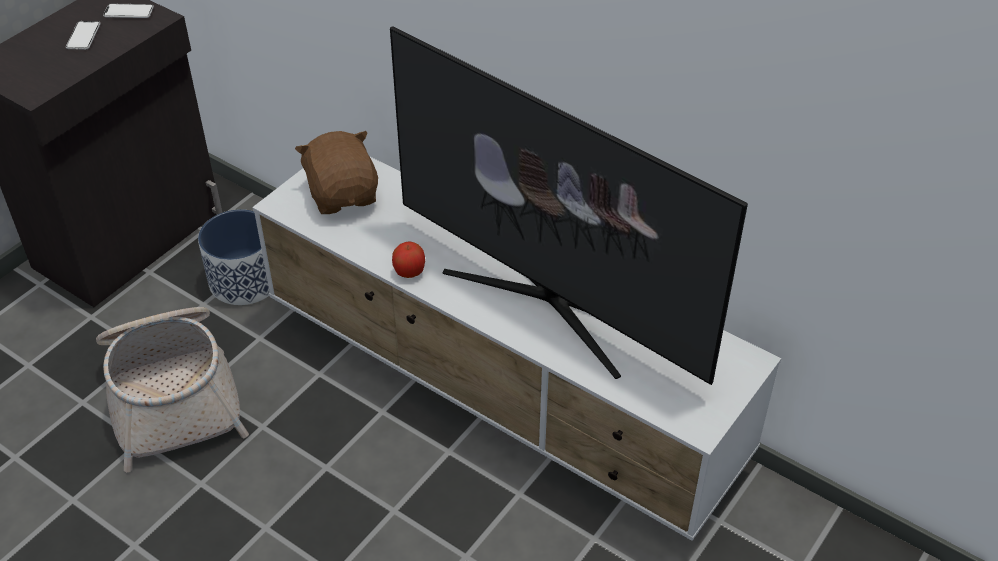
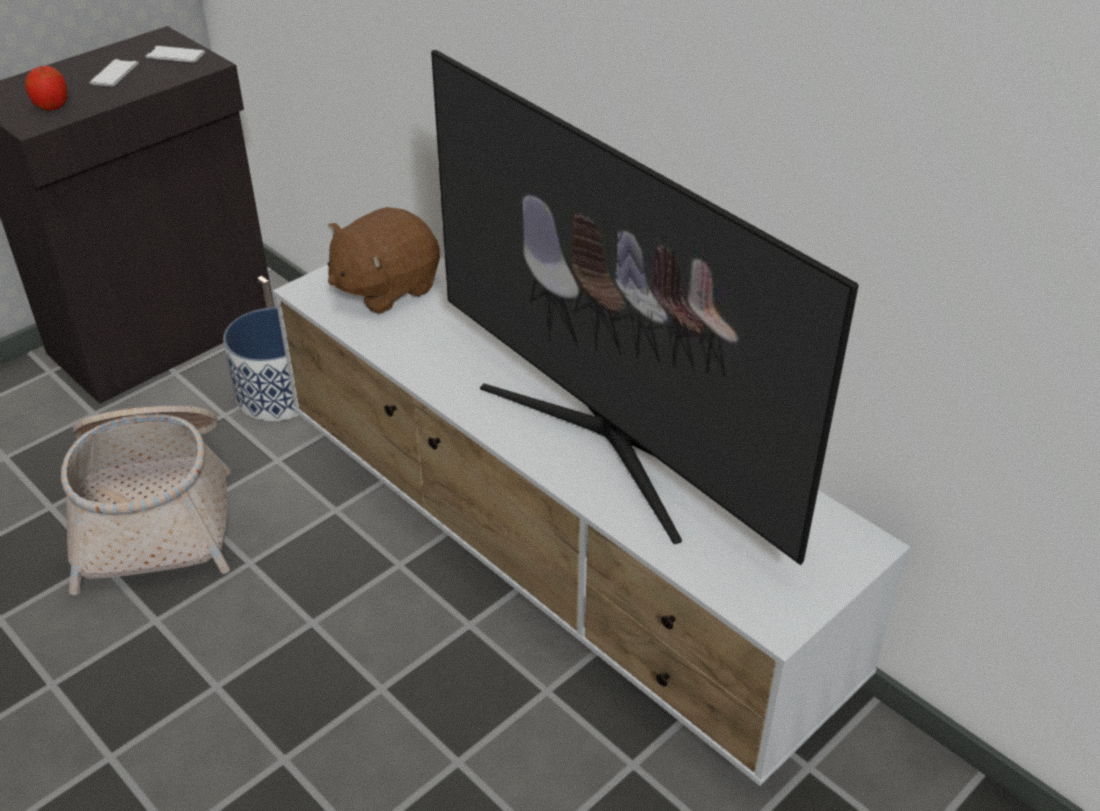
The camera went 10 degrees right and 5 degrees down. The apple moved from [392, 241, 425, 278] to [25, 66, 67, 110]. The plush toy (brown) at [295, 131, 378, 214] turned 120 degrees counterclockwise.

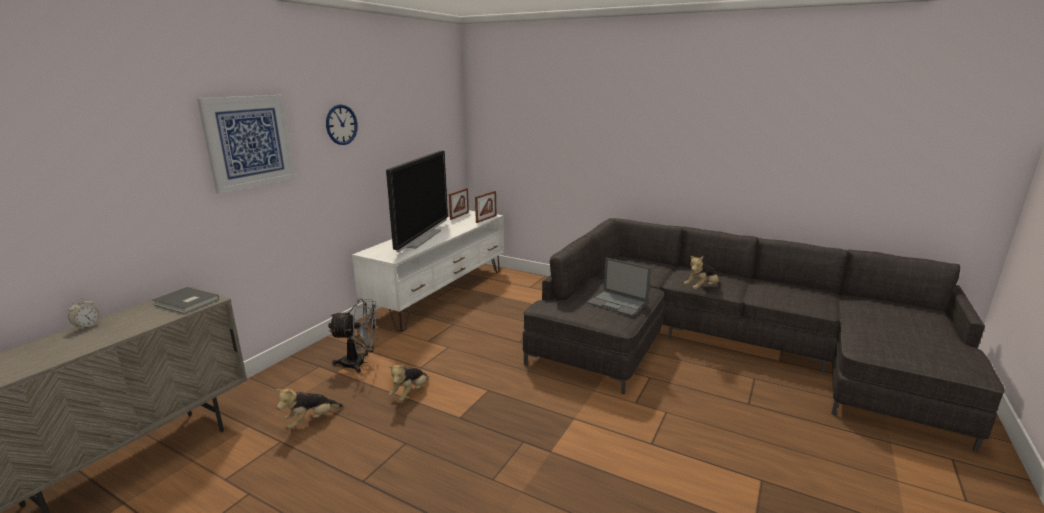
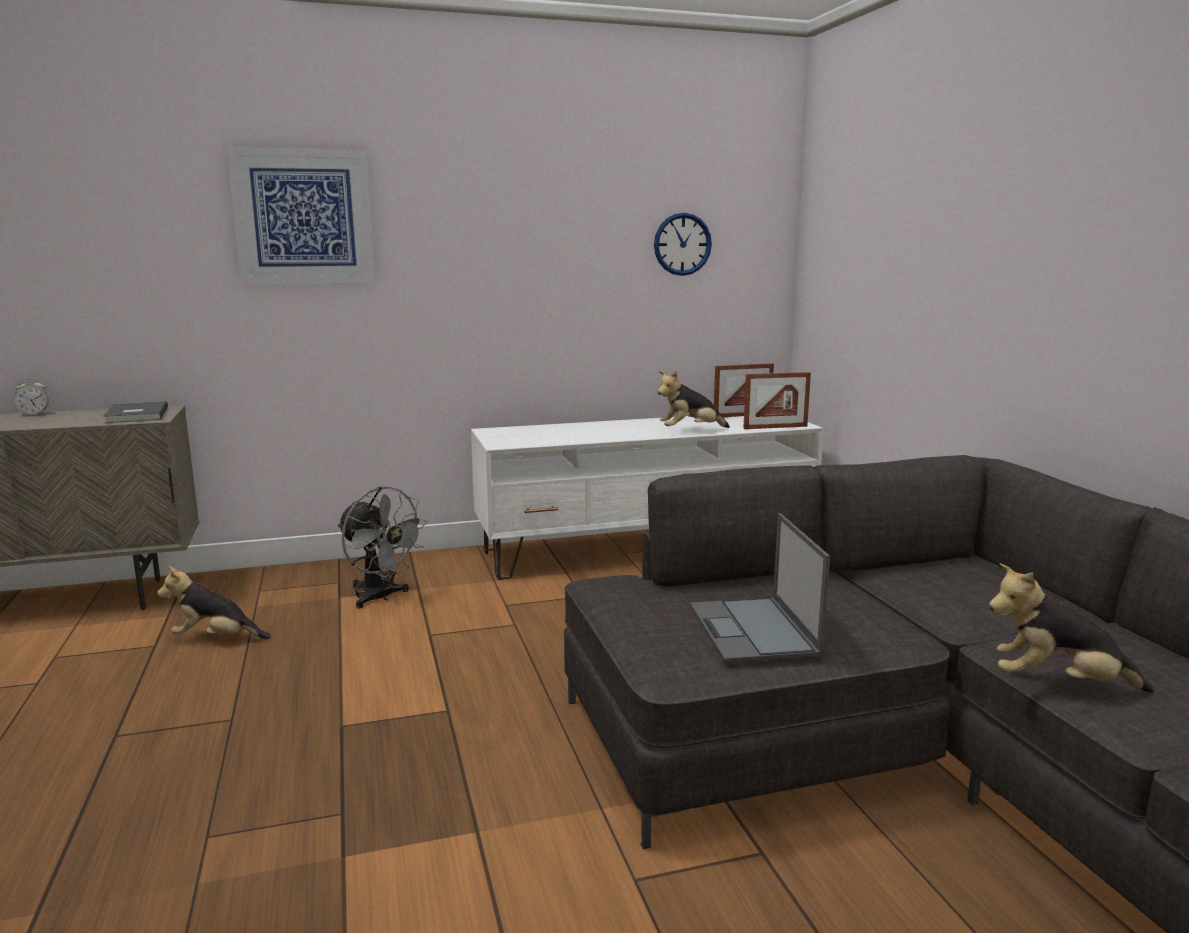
The camera went 45 degrees right and 5 degrees down. The television at [386, 151, 448, 252] disappeared. The wall clock moved from [326, 104, 358, 145] to [654, 213, 712, 276]. The plush toy moved from [388, 364, 429, 401] to [658, 371, 730, 428].

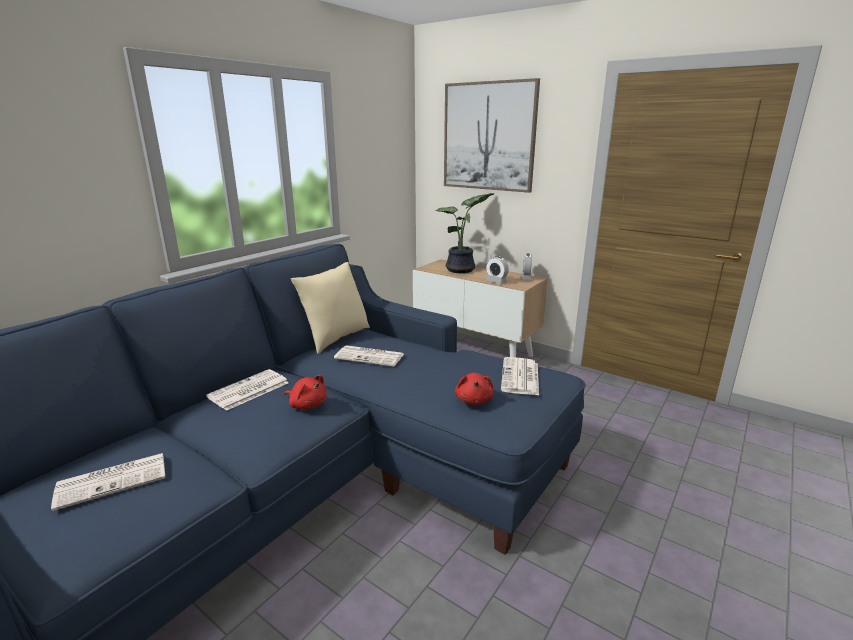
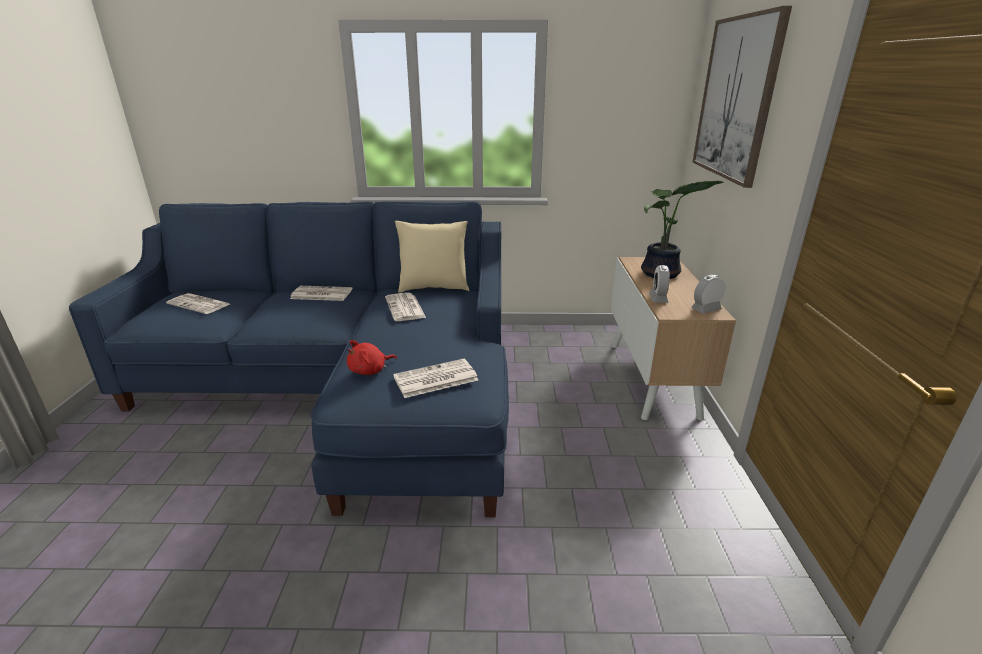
The camera went 55 degrees right and 5 degrees up. The plush toy (red) at [285, 375, 327, 409] disappeared.

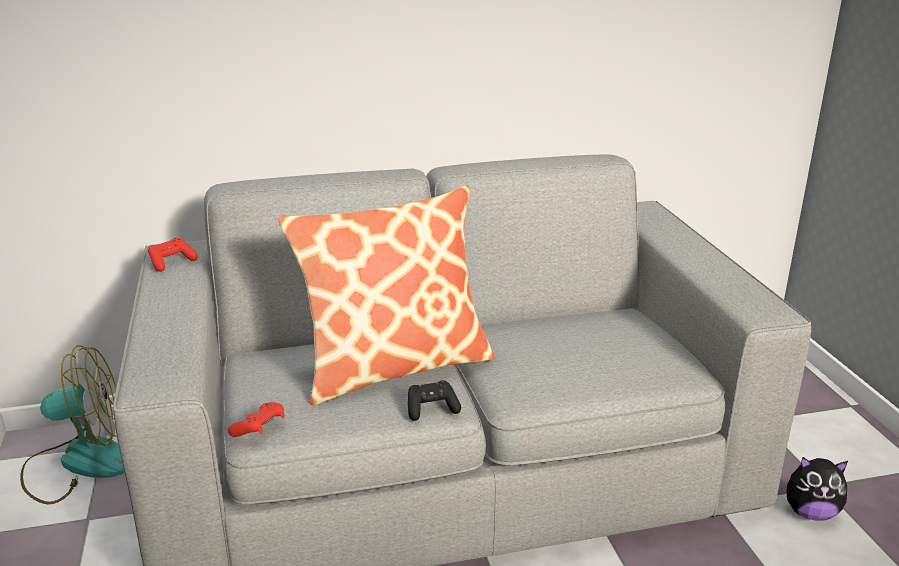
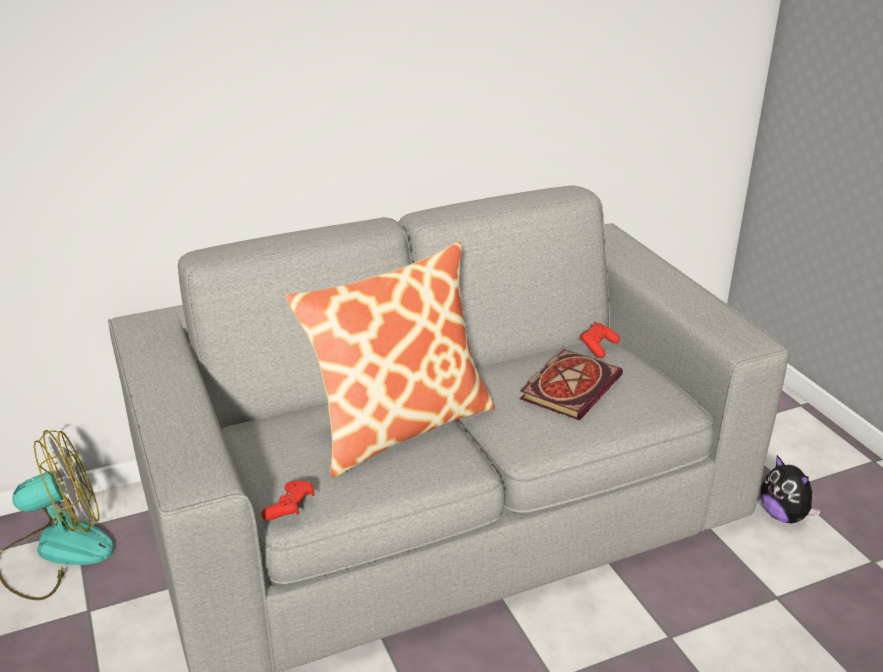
The camera went 10 degrees left and 5 degrees up. The game controller (black) at [408, 380, 461, 421] disappeared. The book at [520, 349, 623, 420] appeared. The game controller (red) moved from [148, 238, 198, 272] to [580, 323, 620, 358]. The plush toy at [787, 457, 848, 521] turned 60 degrees clockwise.

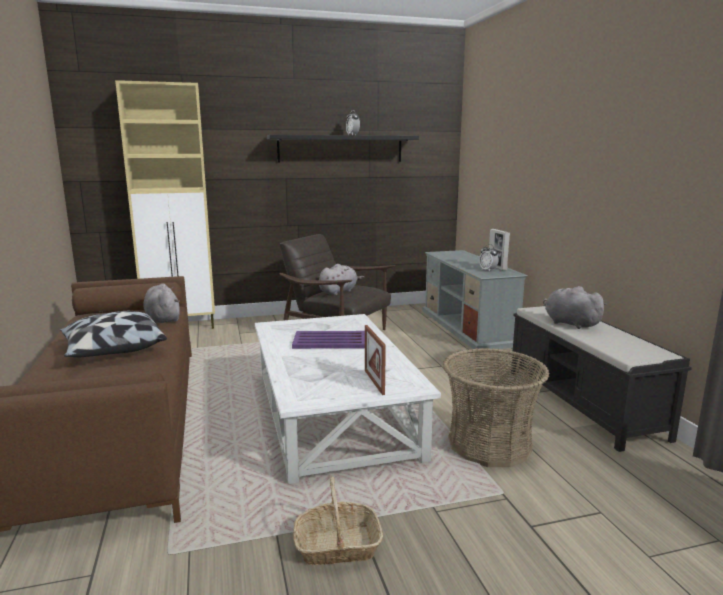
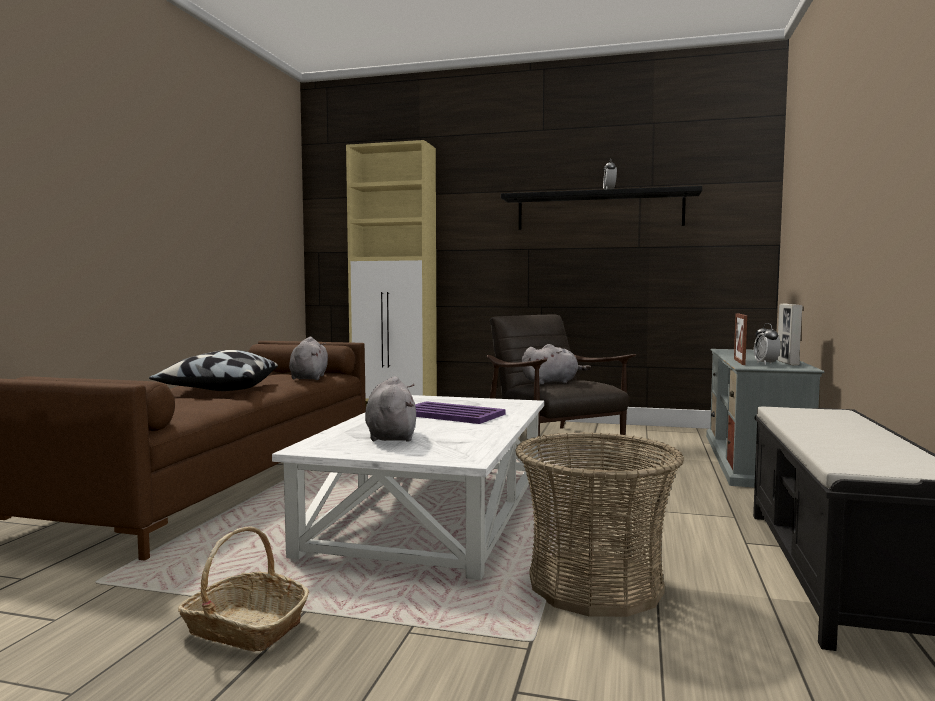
The camera went 30 degrees right and 10 degrees down. The picture frame moved from [365, 325, 386, 395] to [734, 313, 747, 365]. The plush toy (grey) moved from [543, 286, 608, 329] to [365, 376, 416, 442].

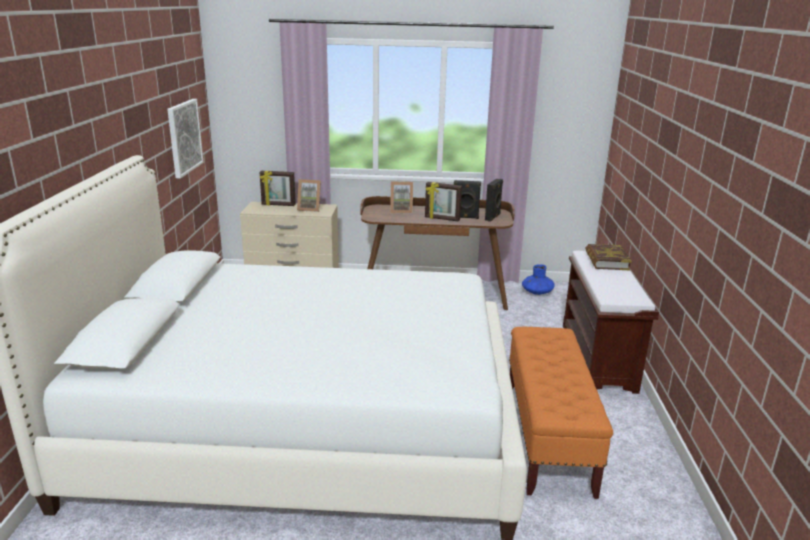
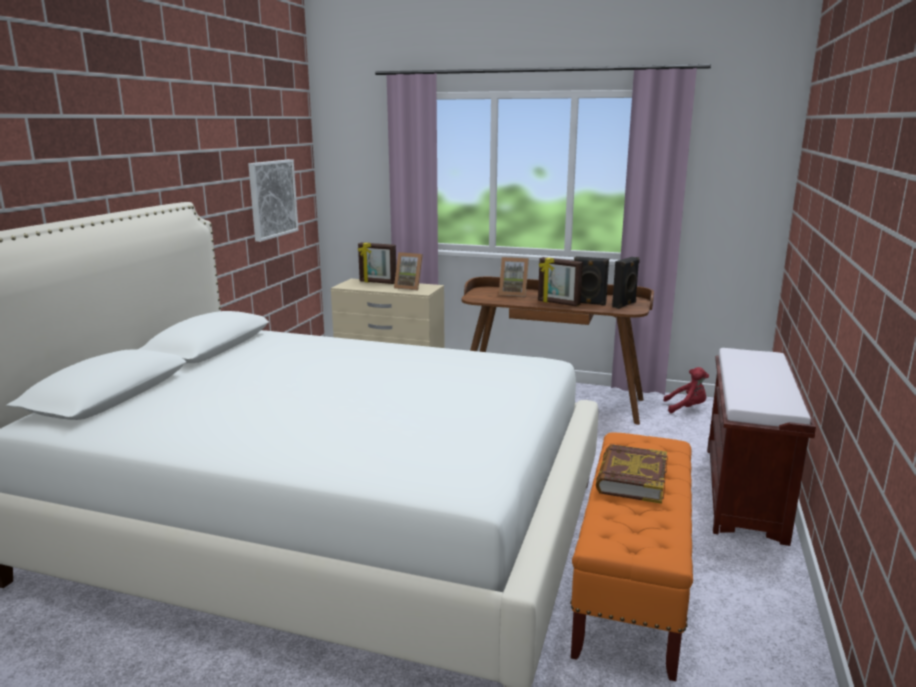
The camera went 15 degrees right and 5 degrees down. The book moved from [585, 244, 632, 270] to [596, 444, 668, 504]. The vase (blue) at [522, 264, 555, 295] was replaced by the plush toy (red) at [663, 367, 709, 413].

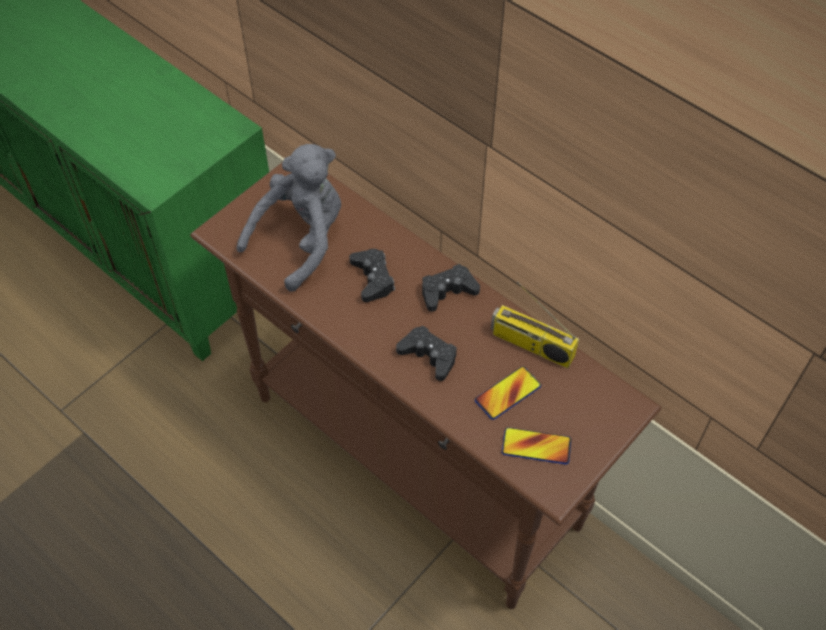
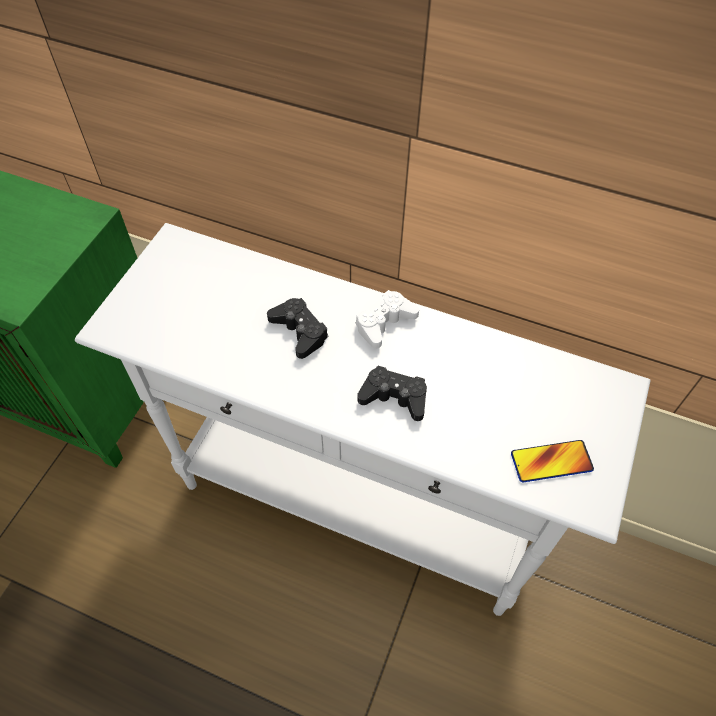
The camera went 20 degrees left and 0 degrees up. The plush toy (grey) at [237, 144, 341, 292] disappeared. The phone at [475, 366, 541, 420] disappeared. The radio at [491, 282, 579, 368] disappeared. The console table (brown) at [190, 163, 661, 609] became the console table (white) at [75, 223, 650, 616]. The game controller (black) at [422, 264, 480, 312] became the game controller (white) at [356, 290, 419, 349].

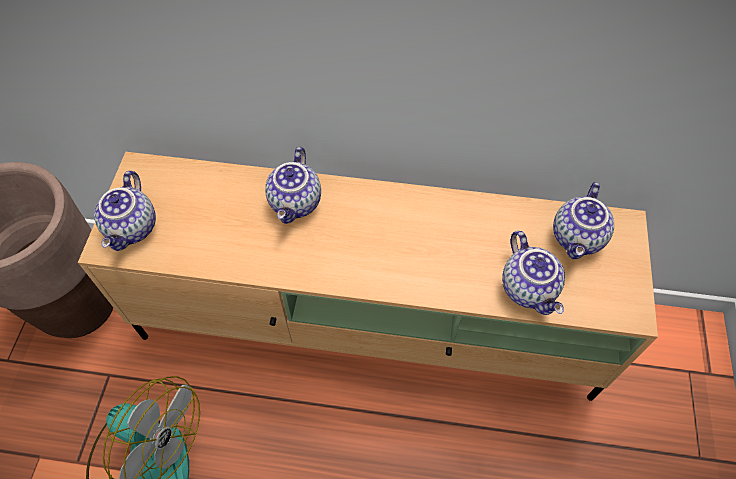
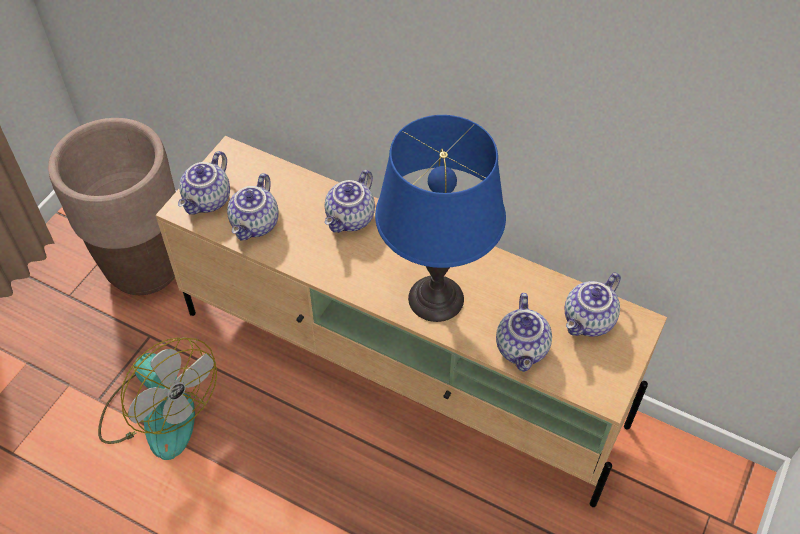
The camera went 20 degrees right and 5 degrees down. The teapot at [227, 173, 278, 241] appeared. The table lamp (blue) at [375, 115, 506, 322] appeared.

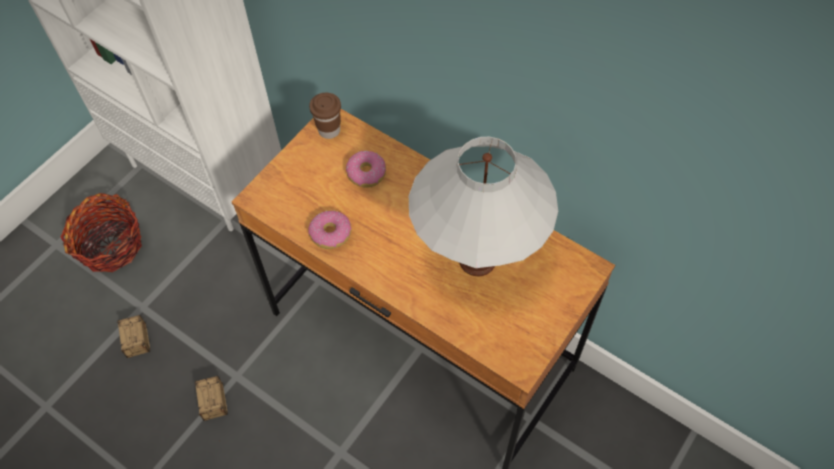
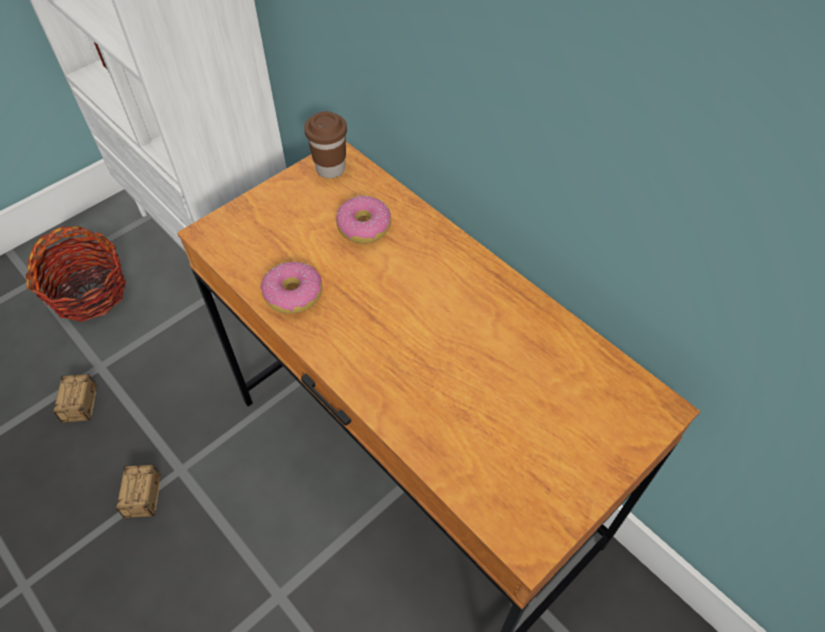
The camera went 10 degrees right and 5 degrees down. The table lamp (white) at [409, 137, 558, 276] disappeared.

